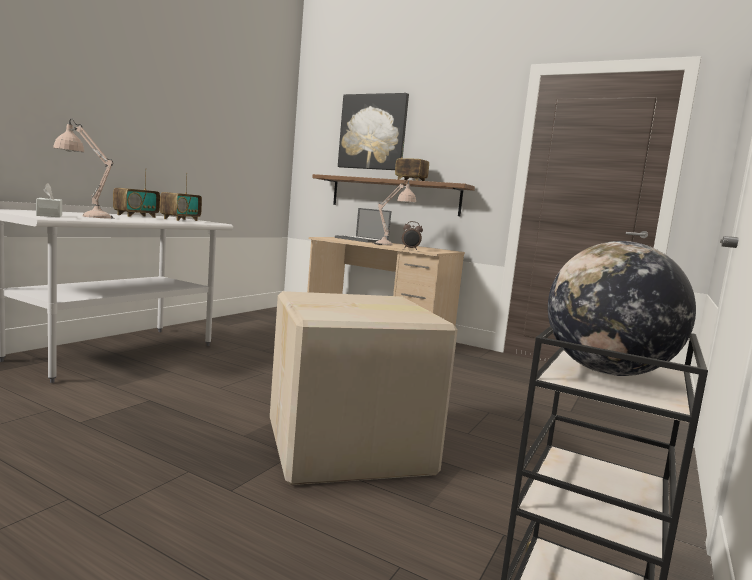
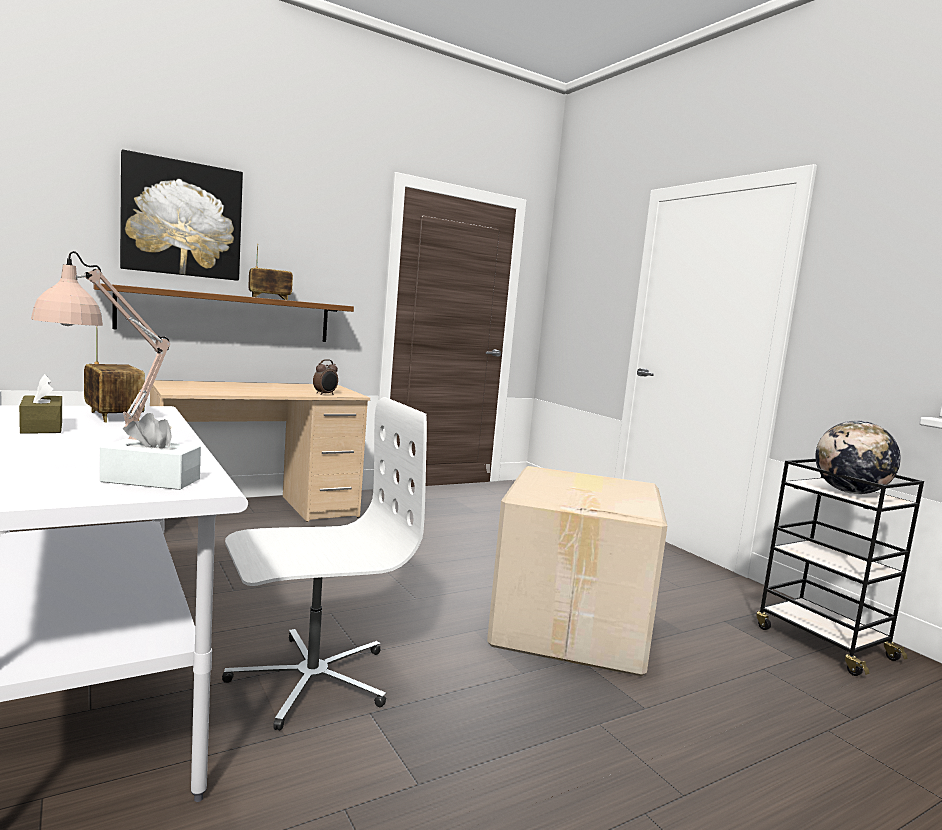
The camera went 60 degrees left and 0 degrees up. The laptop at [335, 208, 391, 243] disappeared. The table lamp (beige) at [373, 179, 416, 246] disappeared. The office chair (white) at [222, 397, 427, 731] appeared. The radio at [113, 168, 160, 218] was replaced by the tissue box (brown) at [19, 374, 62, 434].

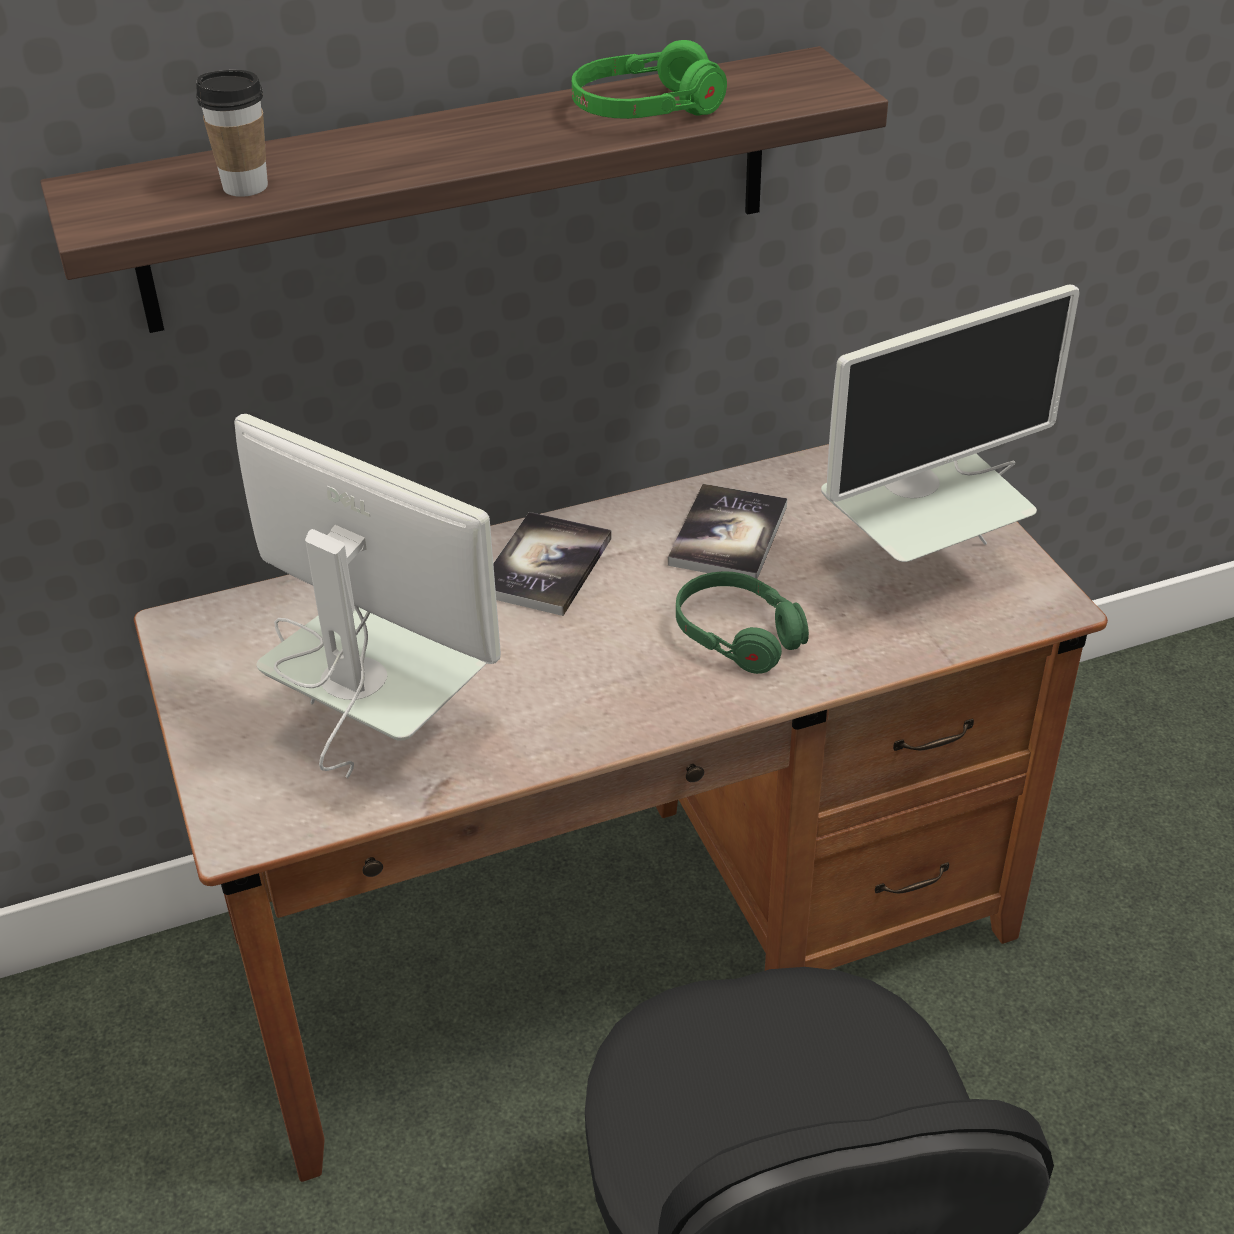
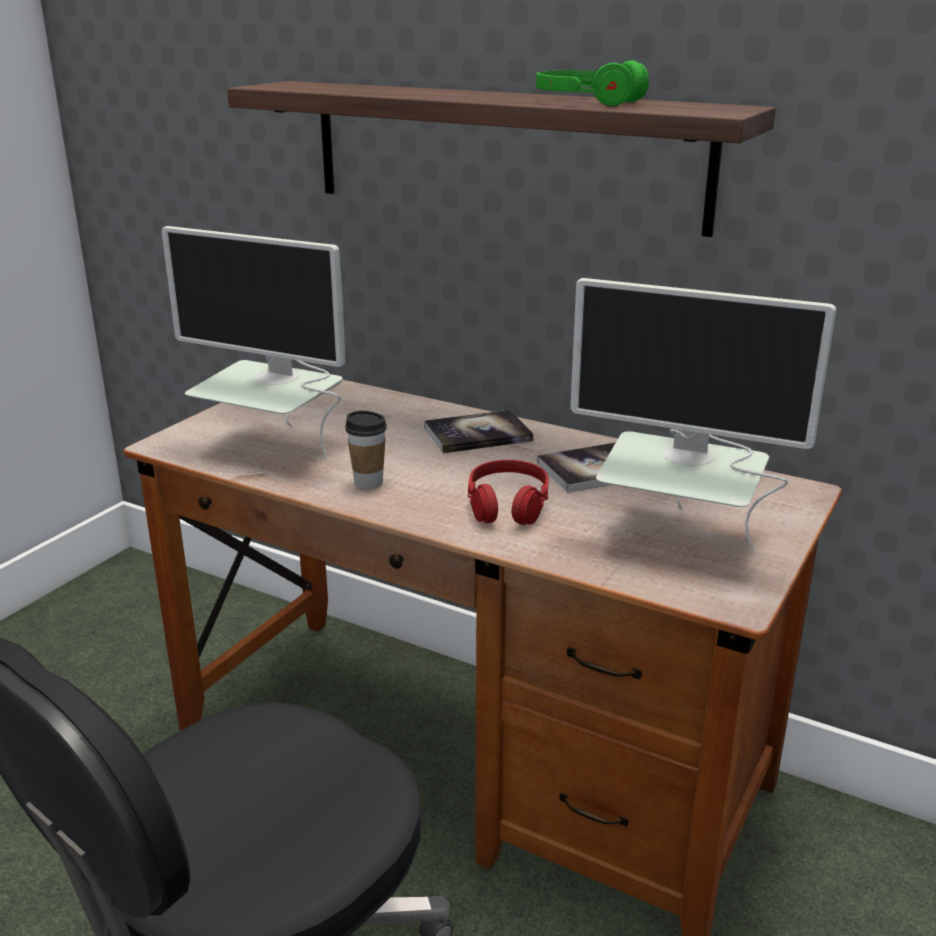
The camera went 50 degrees right and 15 degrees down. The cup moved from [196, 70, 268, 197] to [345, 410, 387, 489]. The headphones (green) at [676, 571, 809, 674] became the headphones (red) at [468, 460, 549, 525]. The monitor at [234, 414, 501, 778] turned 120 degrees clockwise.

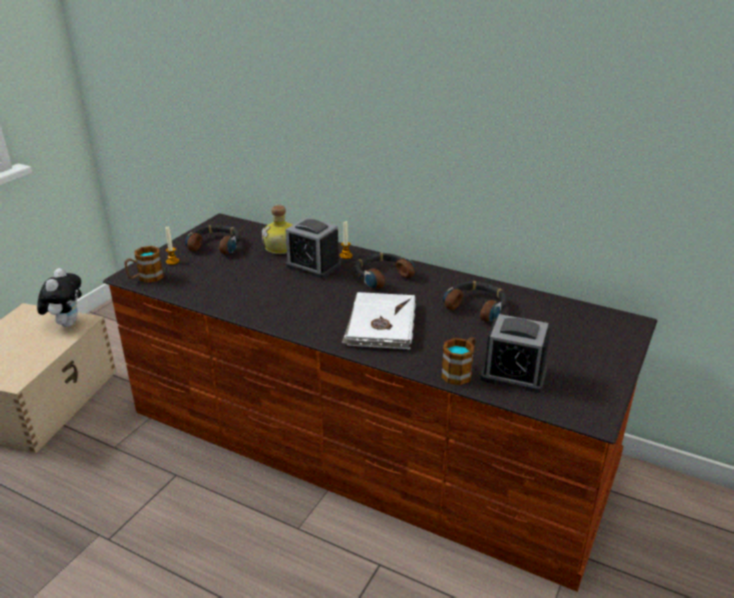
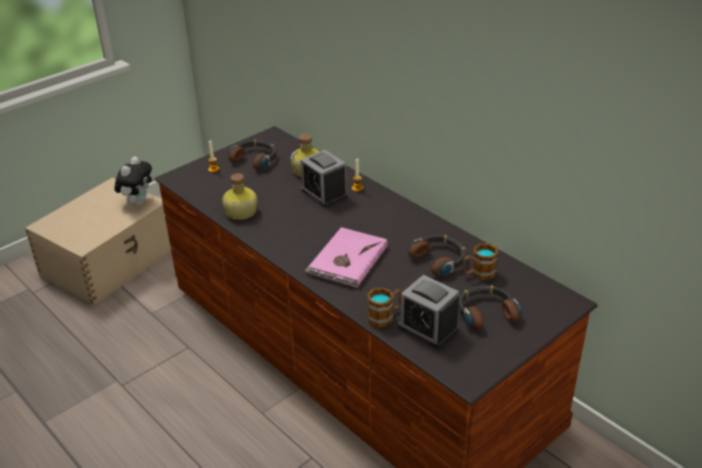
The camera went 20 degrees right and 5 degrees up. The bottle at [222, 173, 257, 220] appeared. The mug moved from [124, 246, 164, 283] to [463, 243, 498, 280]. The headphones moved from [355, 253, 415, 288] to [458, 285, 522, 329]. The book (white) at [342, 292, 416, 350] became the book (pink) at [305, 227, 388, 288].

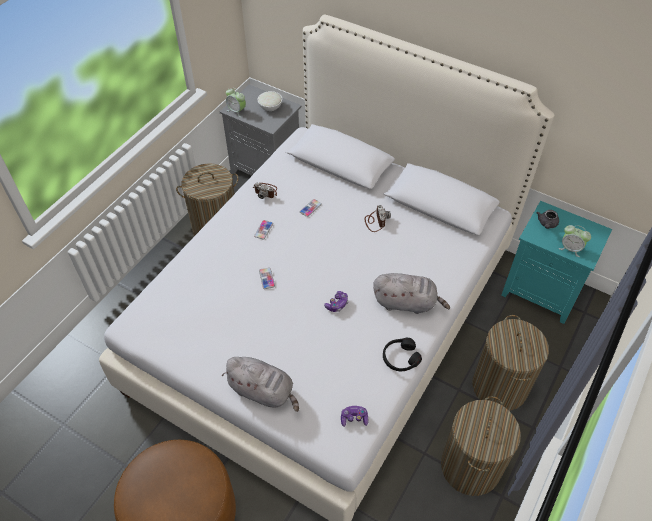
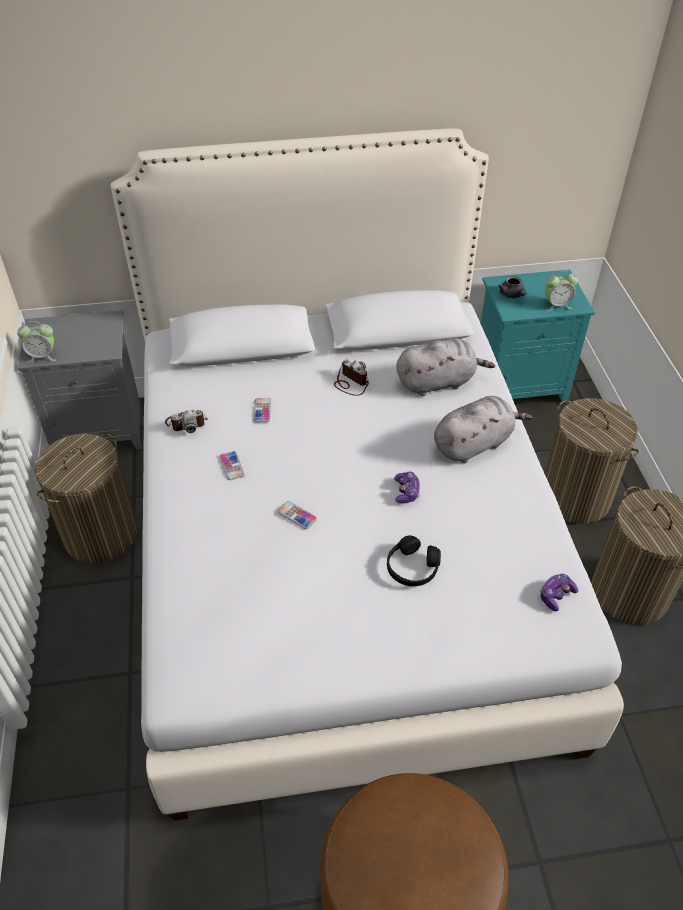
The camera went 40 degrees left and 5 degrees down. The bowl (white) at [257, 91, 282, 111] disappeared. The plush toy (grey) moved from [222, 357, 299, 412] to [396, 338, 495, 396]. The headphones (black) moved from [383, 338, 422, 372] to [387, 535, 441, 586].

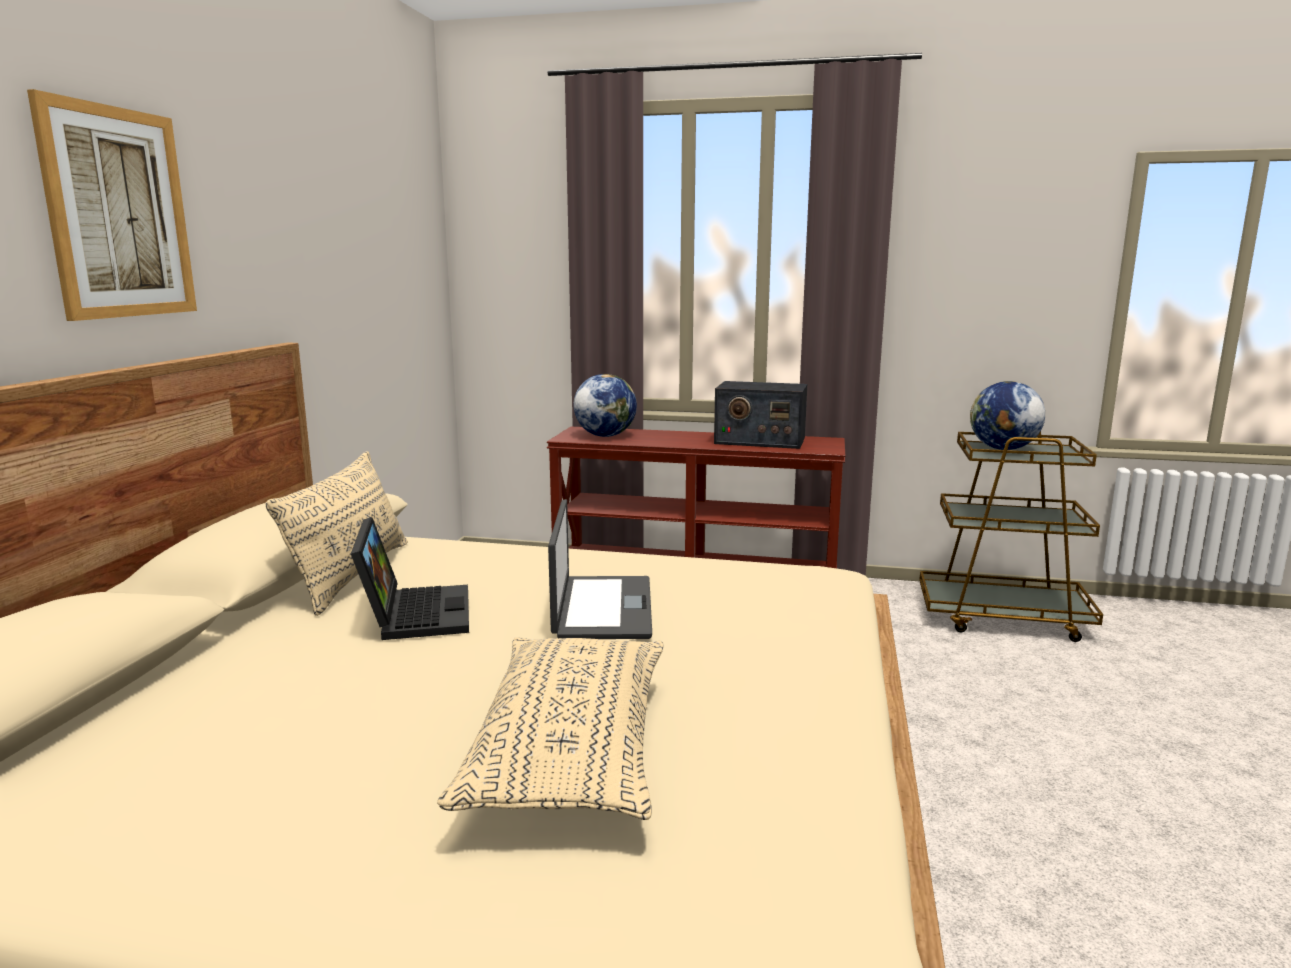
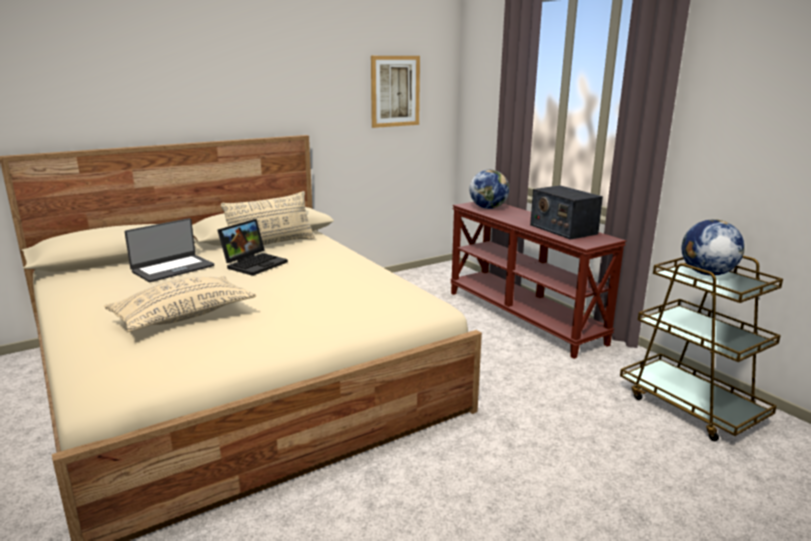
The camera went 45 degrees right and 5 degrees up. The picture moved from [27, 89, 197, 321] to [371, 56, 420, 128]. The laptop moved from [548, 499, 652, 639] to [125, 218, 214, 282].

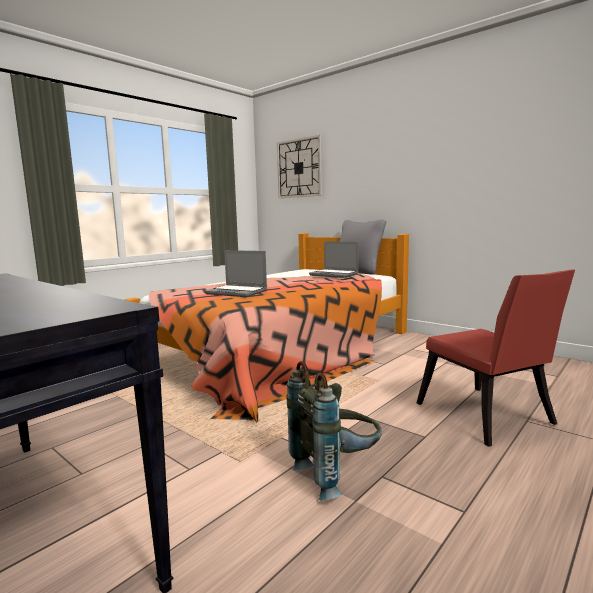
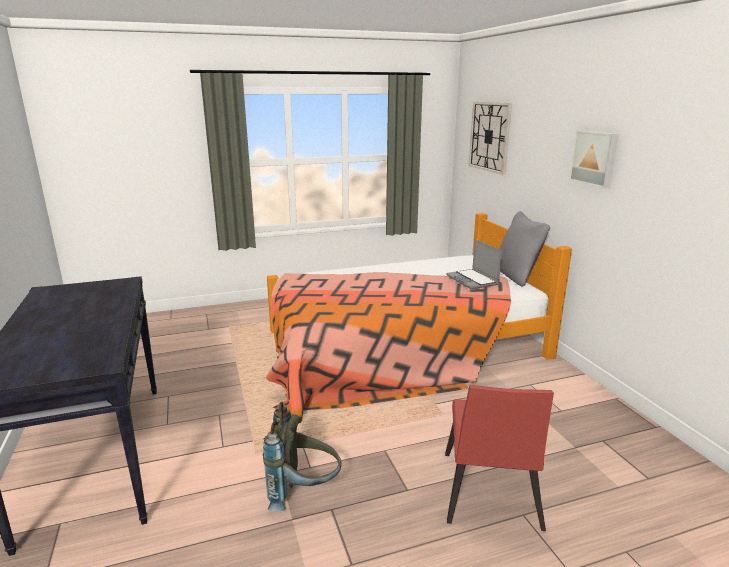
The camera went 30 degrees right and 10 degrees up. The laptop at [204, 250, 267, 297] disappeared. The picture at [569, 130, 619, 188] appeared.

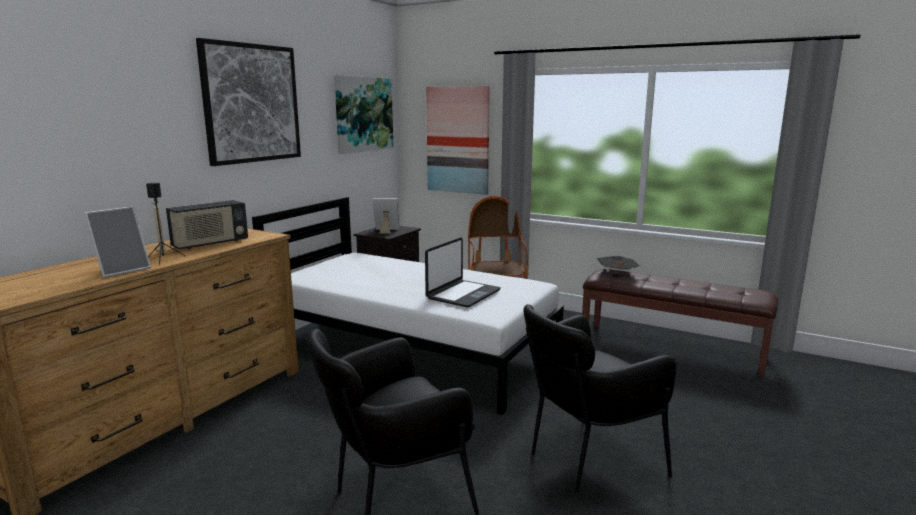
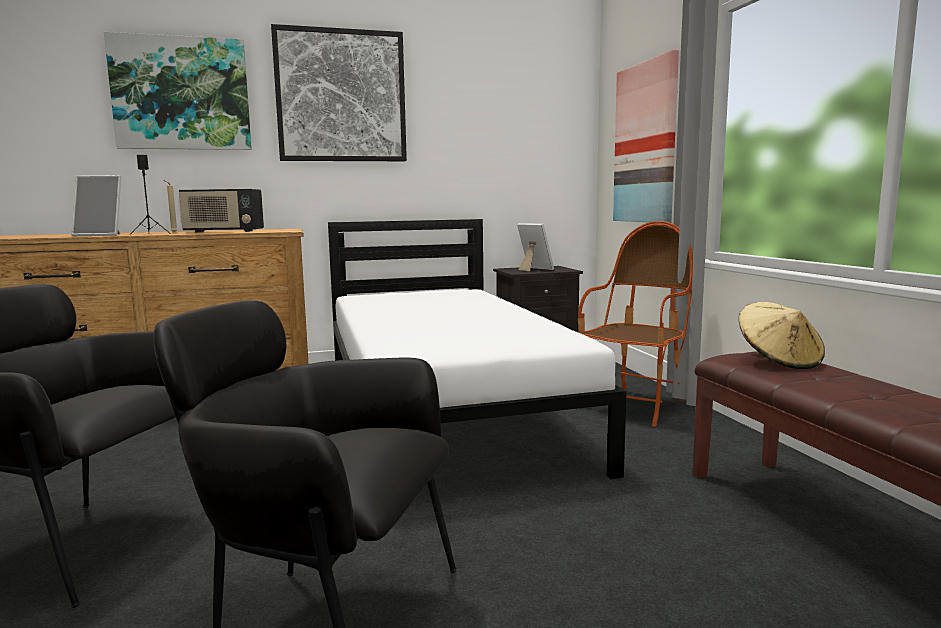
The camera went 45 degrees right and 5 degrees down. The laptop at [425, 238, 501, 308] disappeared. The picture moved from [334, 75, 393, 154] to [104, 32, 252, 150]. The newspaper at [597, 256, 640, 270] was replaced by the hat (beige) at [739, 302, 825, 369].

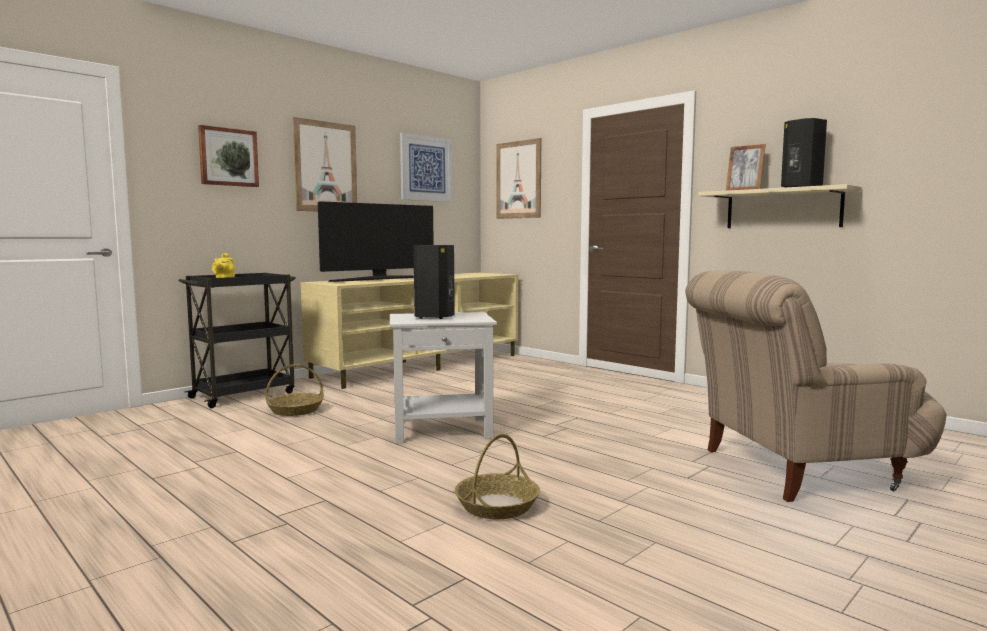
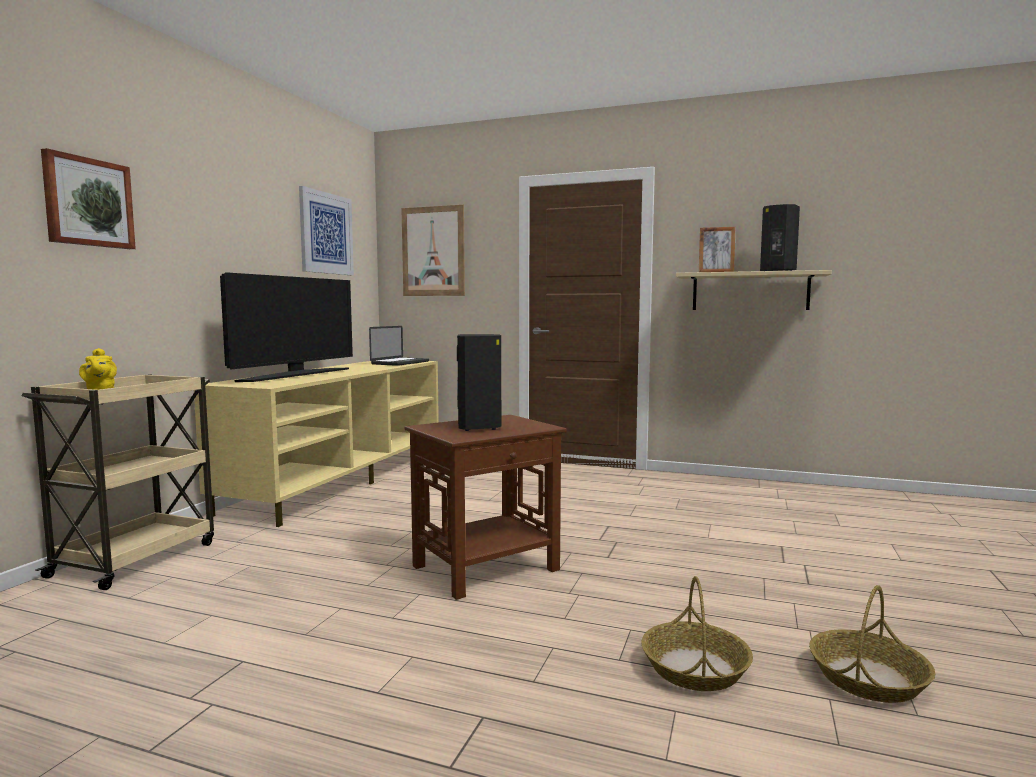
The camera went 25 degrees left and 0 degrees up. The picture at [292, 117, 357, 212] disappeared. The armchair (beige) at [685, 270, 947, 502] disappeared. The laptop at [369, 326, 429, 366] appeared. The basket moved from [266, 364, 324, 416] to [809, 585, 935, 703]. The cart (black) at [178, 273, 296, 408] became the cart (beige) at [21, 374, 214, 590]. The side table (white) at [390, 312, 497, 443] became the side table (brown) at [405, 415, 567, 600].

